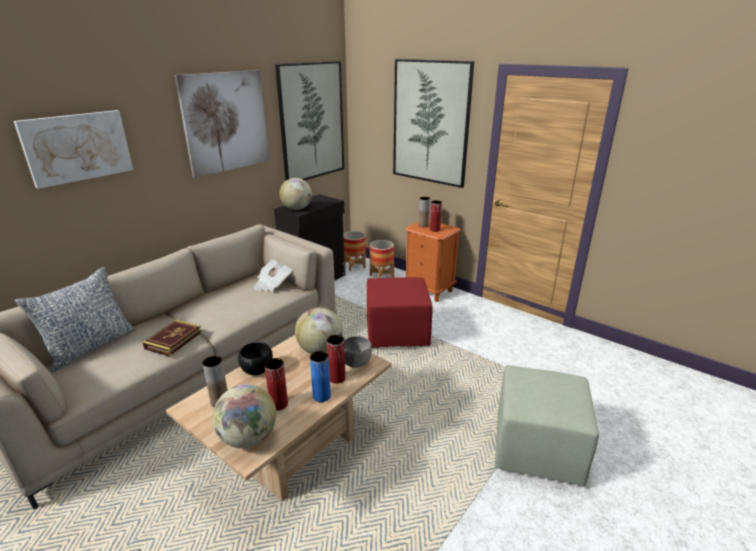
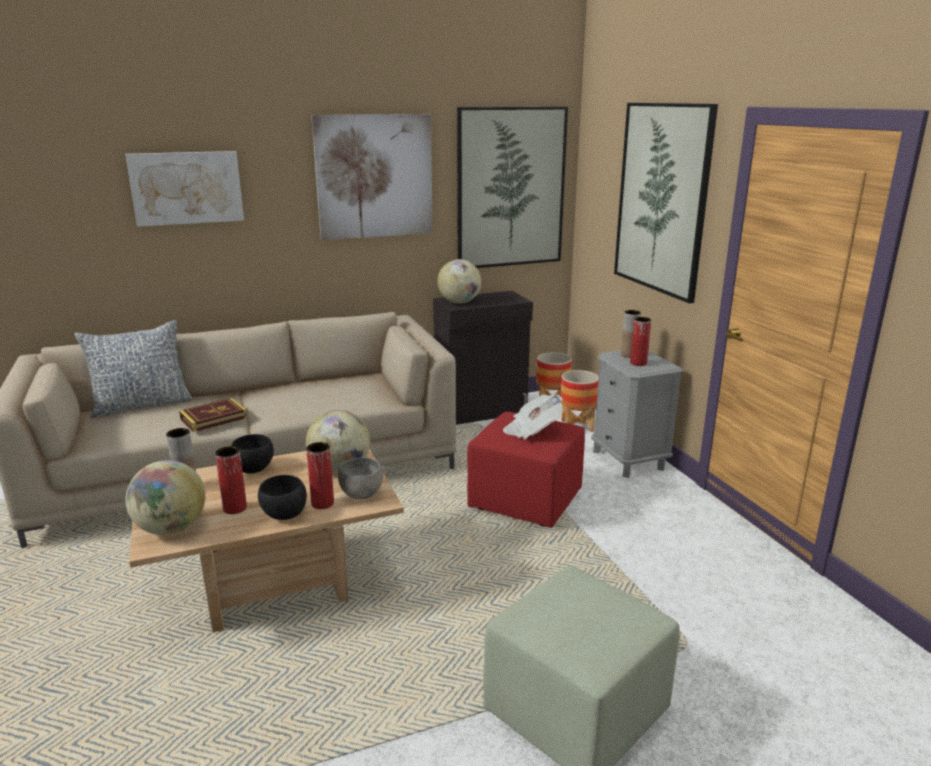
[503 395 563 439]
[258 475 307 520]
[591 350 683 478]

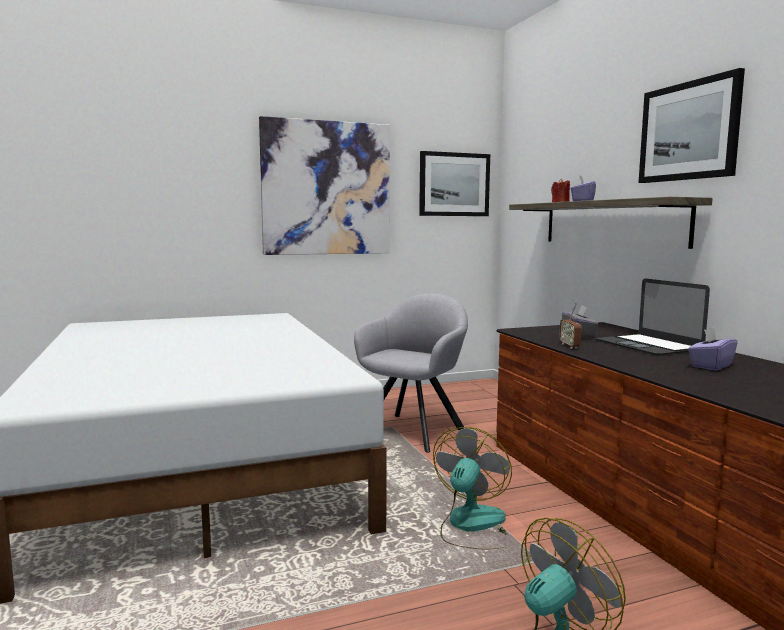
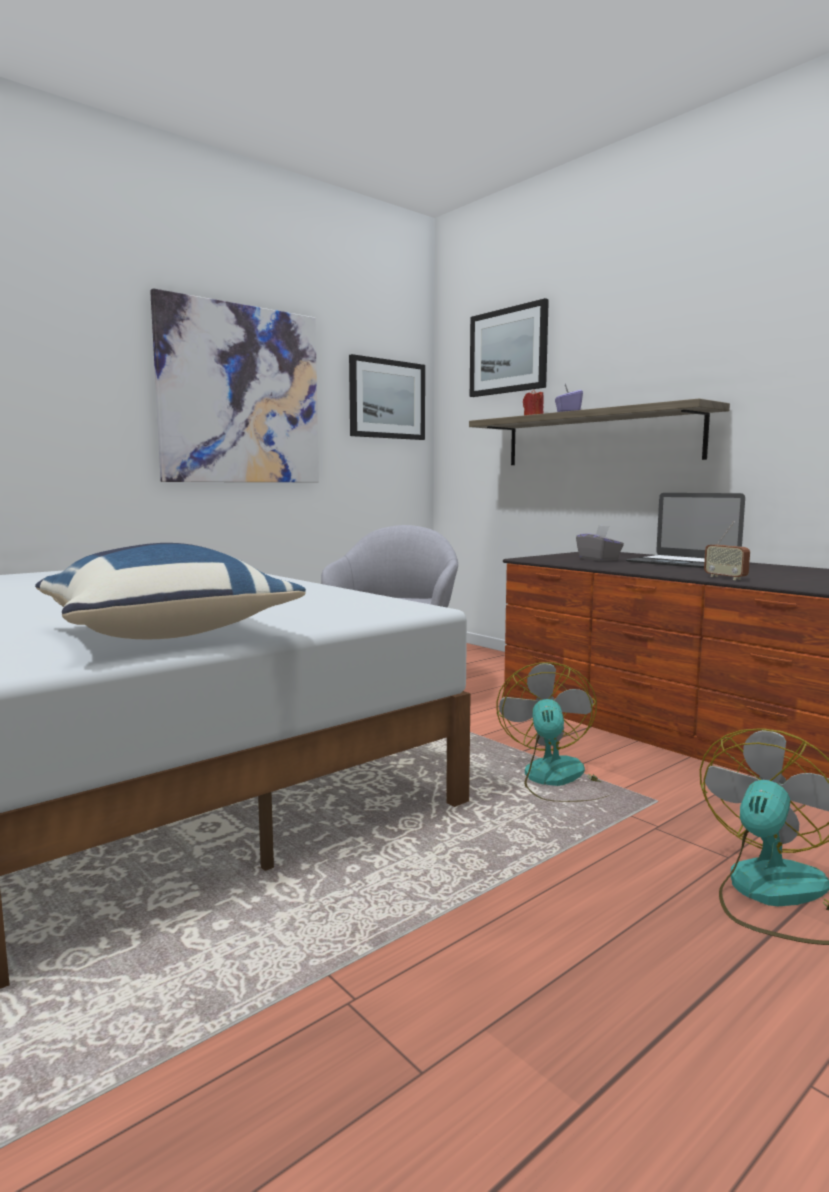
[688 327 738 371] (first image)
[35 543 306 639]
[704 521 750 580]
[470 298 549 397]

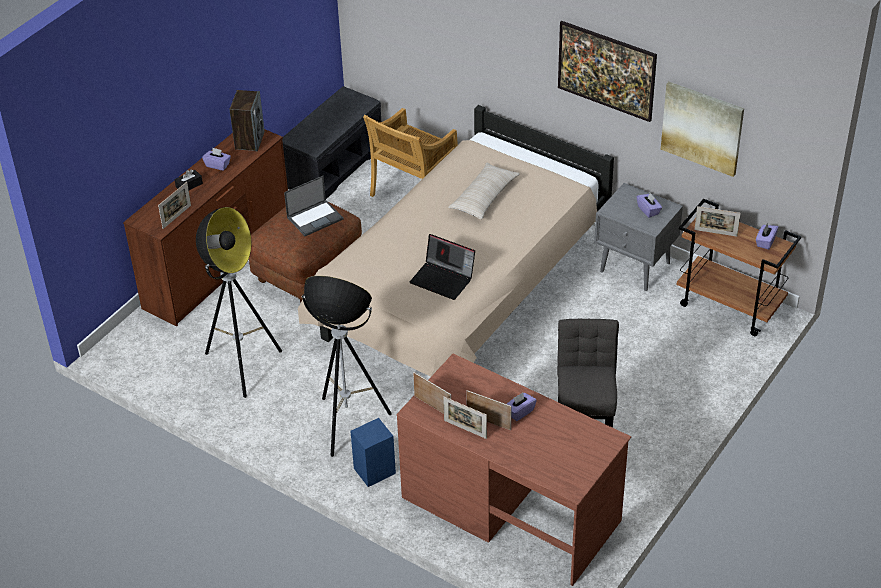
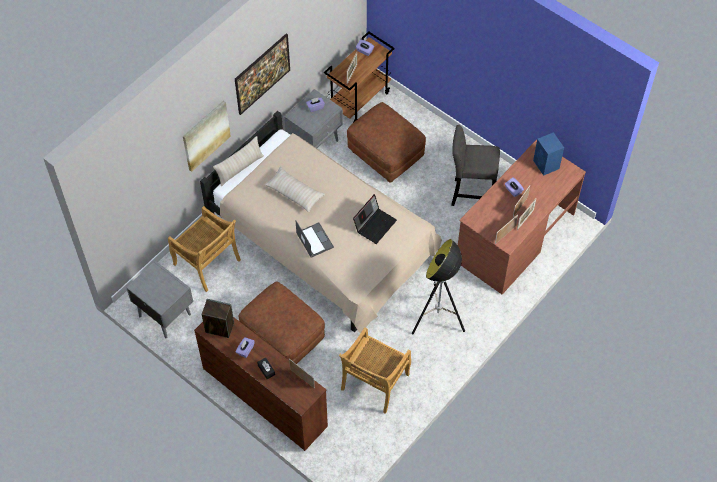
[213 136 264 186]
[347 102 426 183]
[295 220 334 258]
[533 132 564 176]
[183 101 231 172]
[339 327 411 414]
[126 261 193 338]

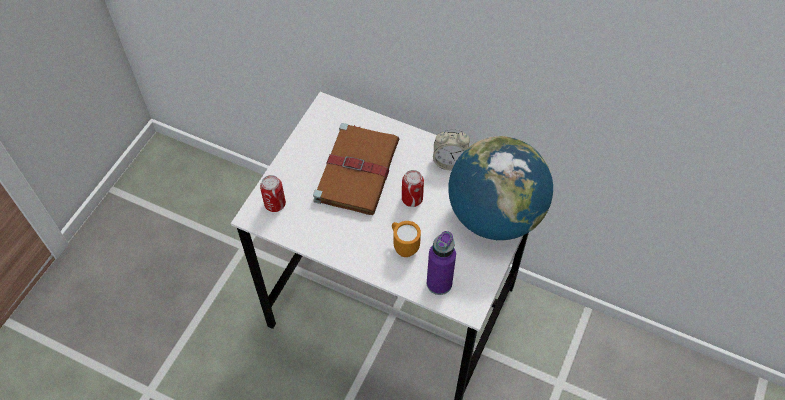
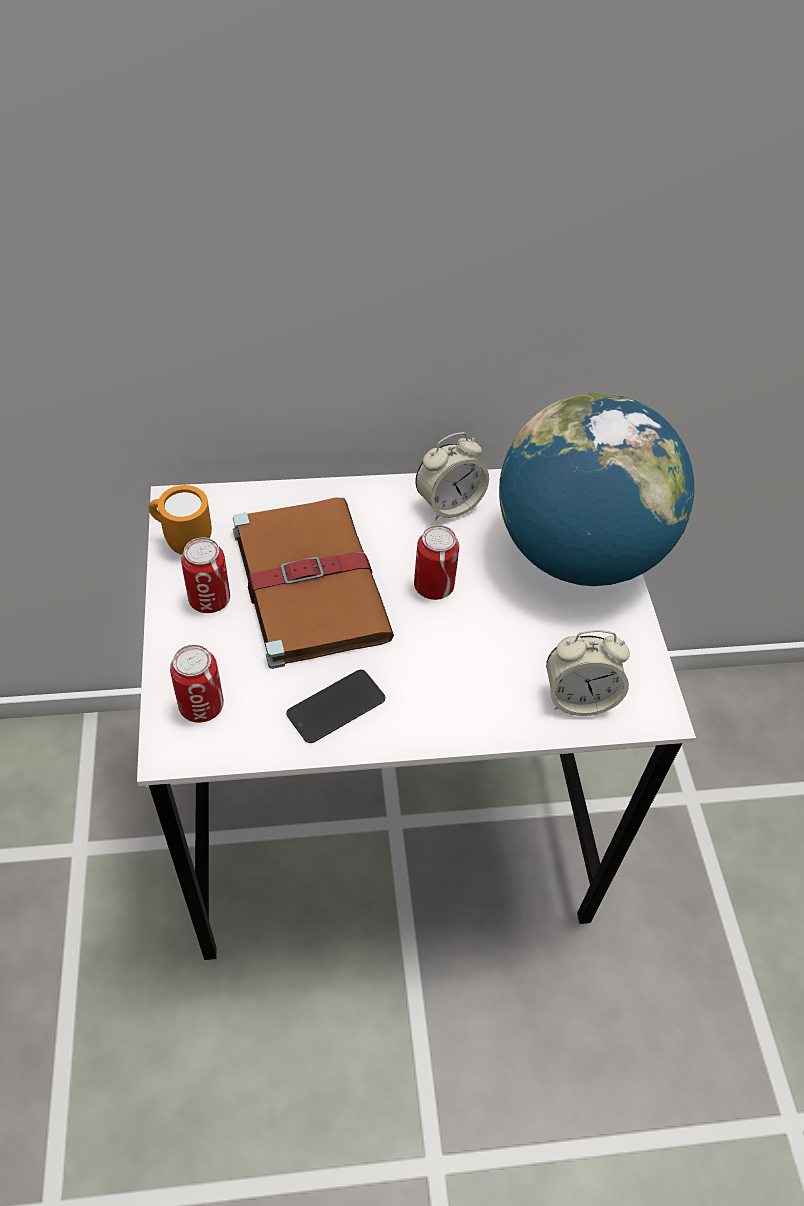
[181 537 230 613]
[286 670 385 743]
[148 485 212 555]
[546 630 630 716]

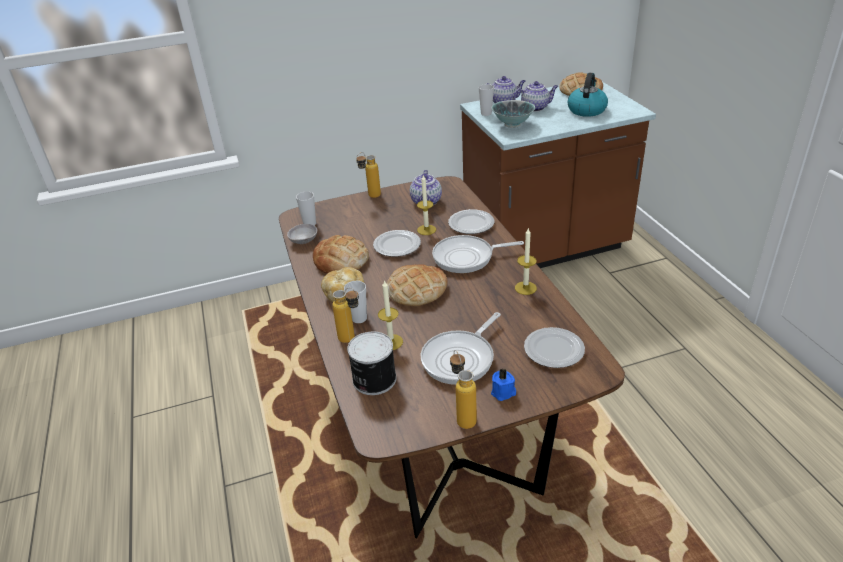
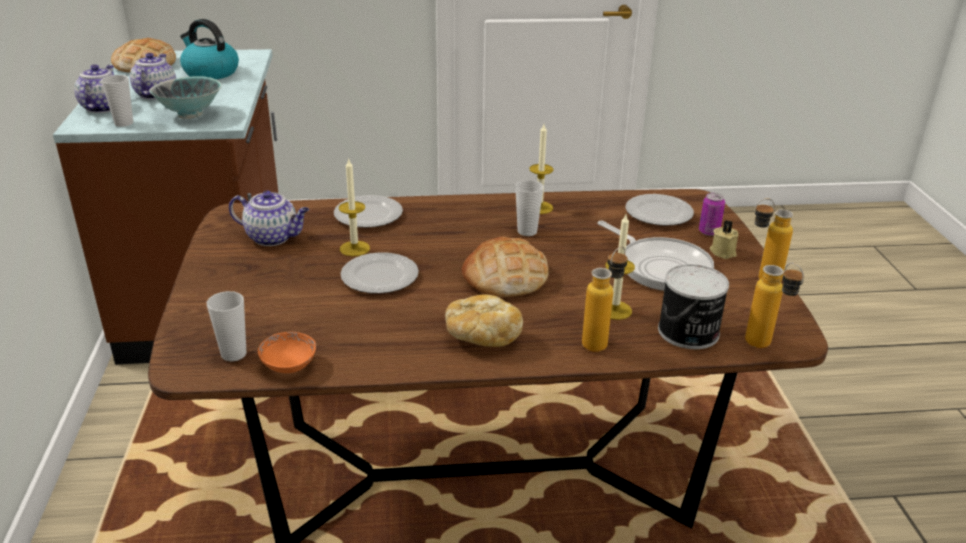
[313 235 369 274] (first image)
[432 235 524 273] (first image)
[699 193 725 236]
[515 180 544 236]
[745 263 804 348]
[258 332 316 373]
[710 220 738 259]

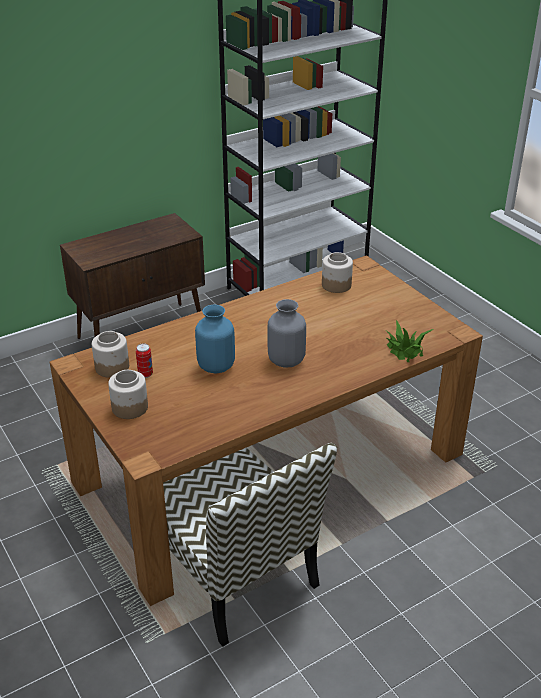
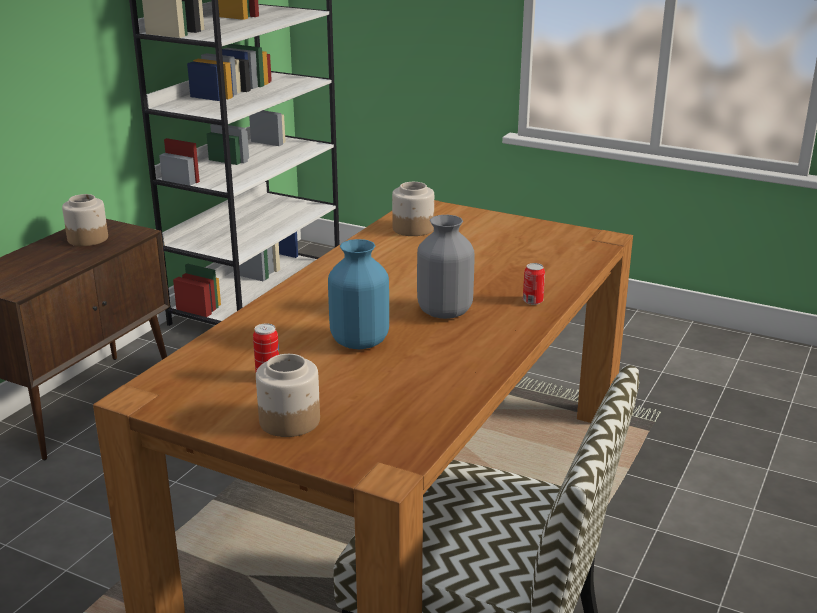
[387 320 434 362] (first image)
[523 263 545 305]
[62 194 108 246]

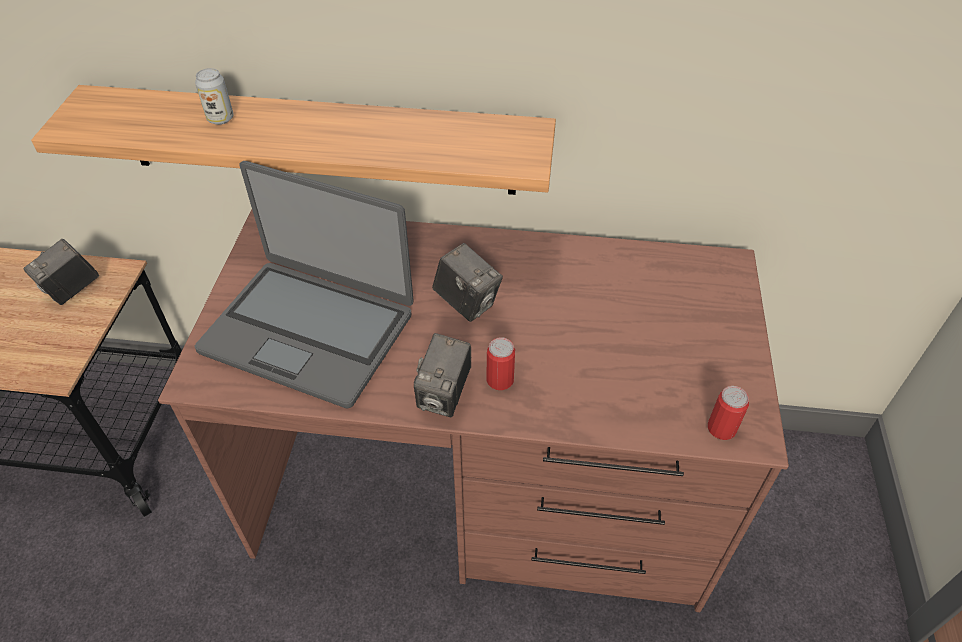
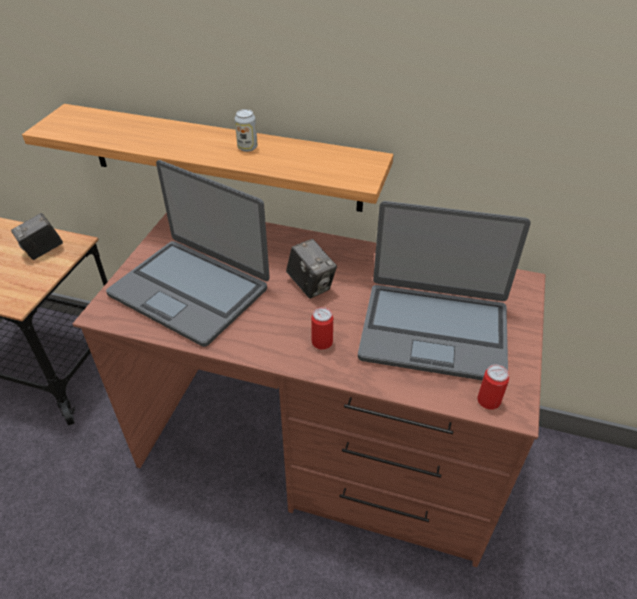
[414 333 471 418] (first image)
[358 201 531 380]
[235 109 257 152]

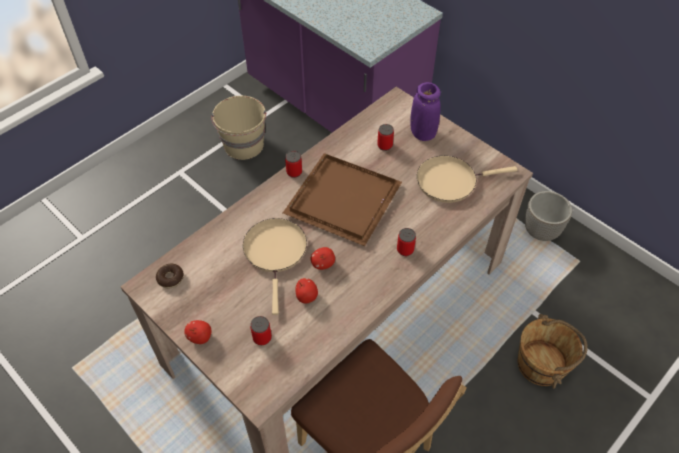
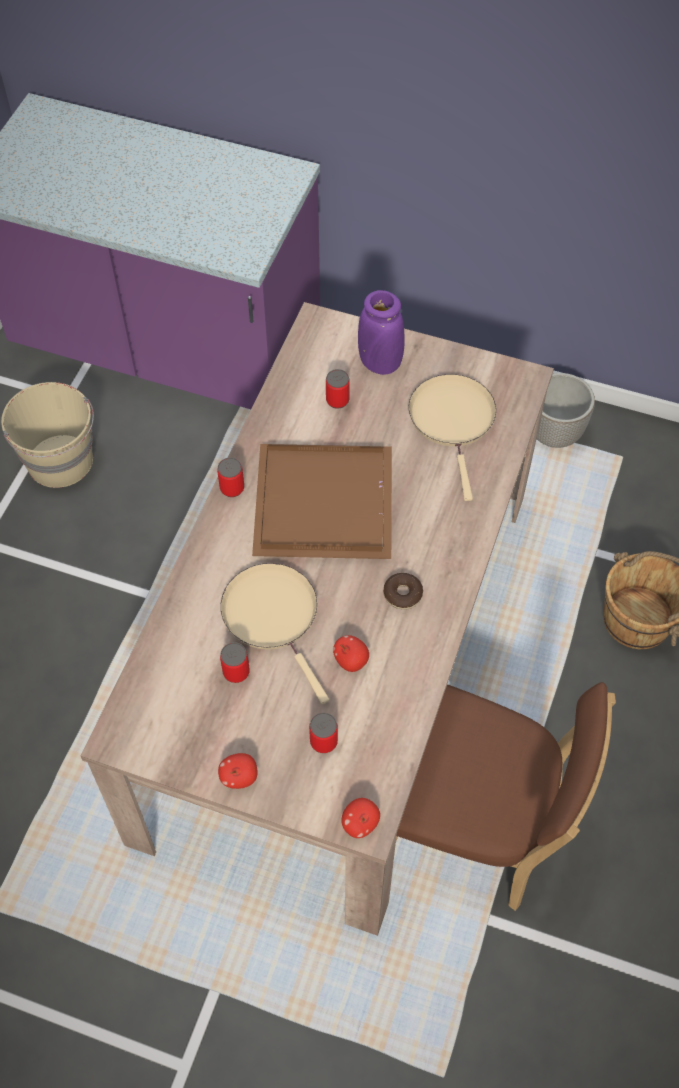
[383 573 423 610]
[341 798 380 838]
[220 642 250 683]
[408 374 496 501]

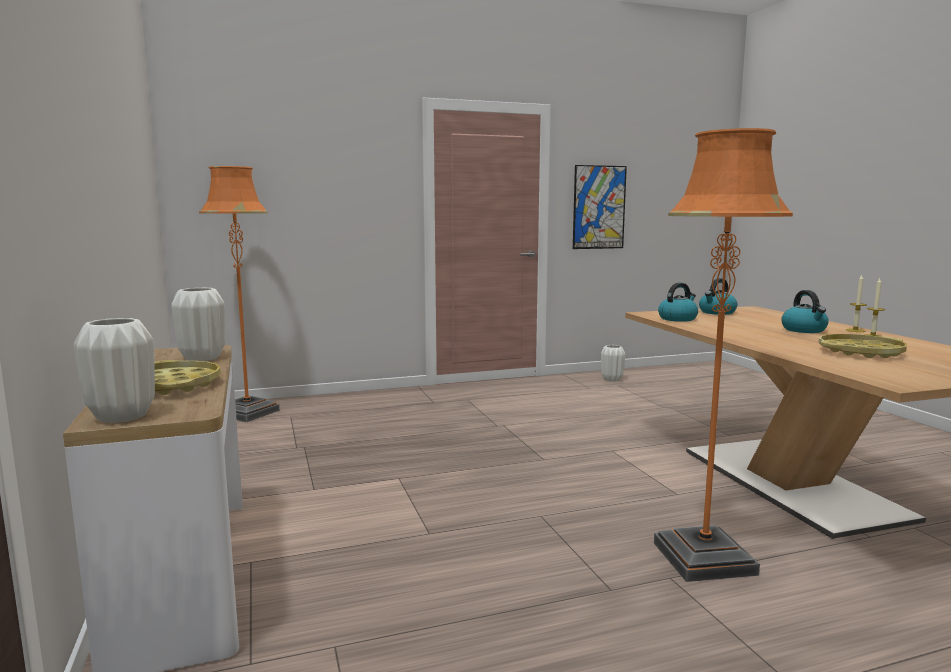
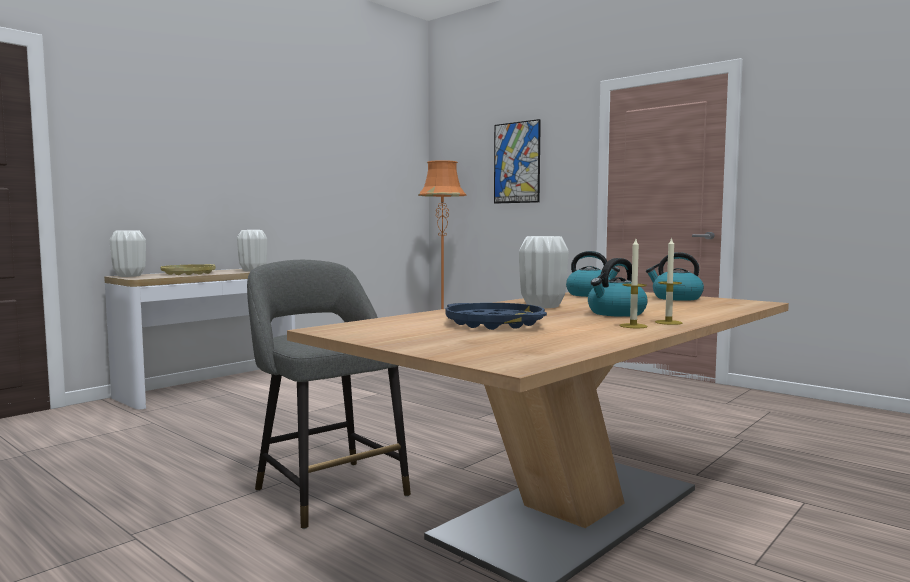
[494 119 541 204]
[519 236 568 308]
[247 260 411 529]
[445 303 547 330]

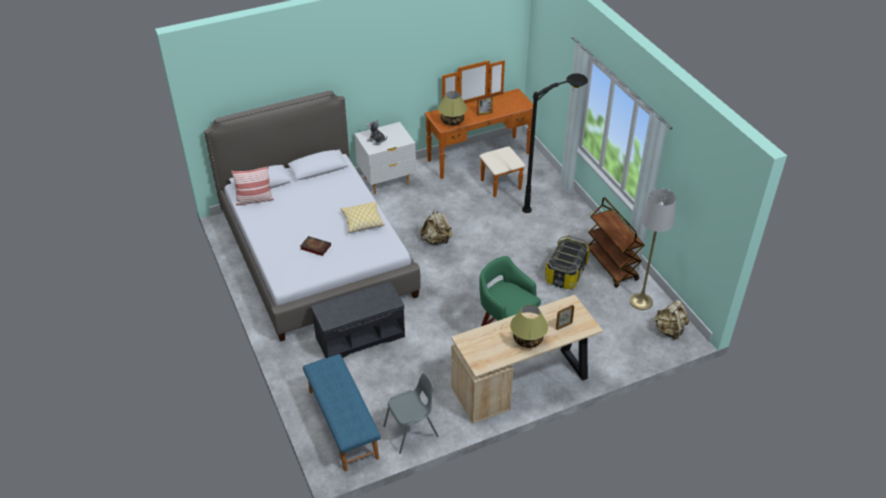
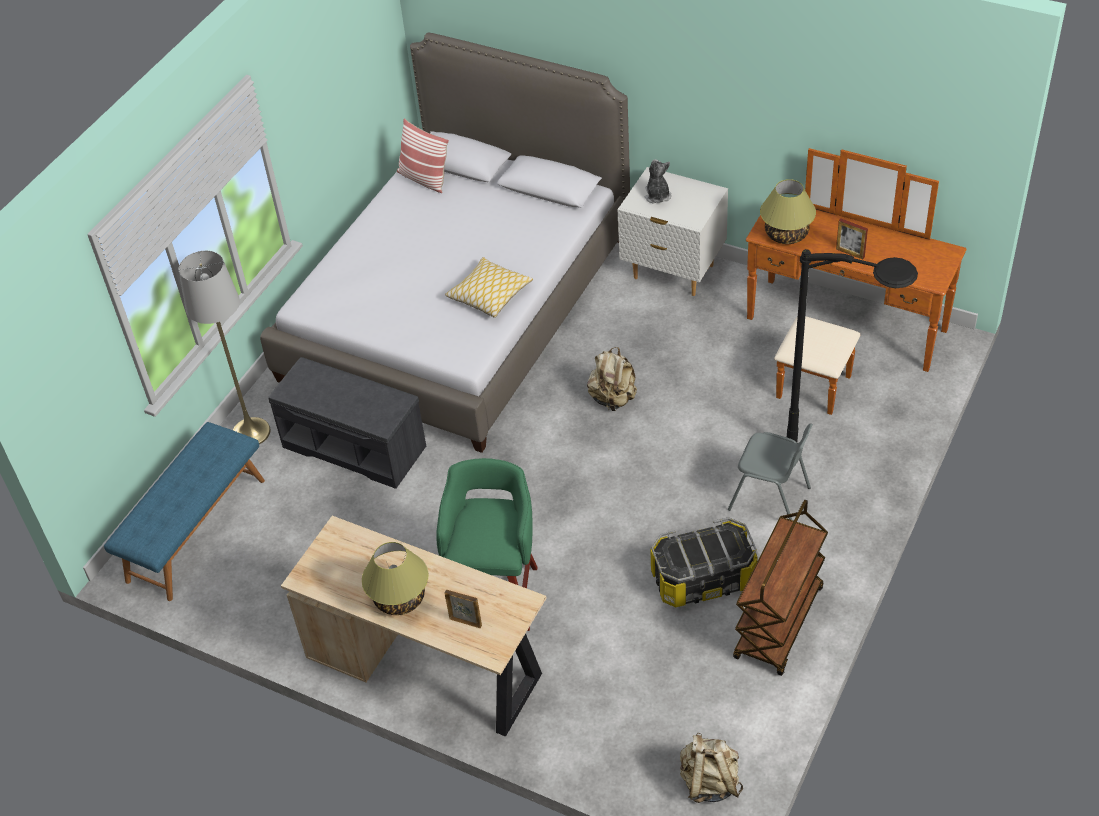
[300 236 331 256] (first image)
[728 423 813 520]
[178 251 270 444]

